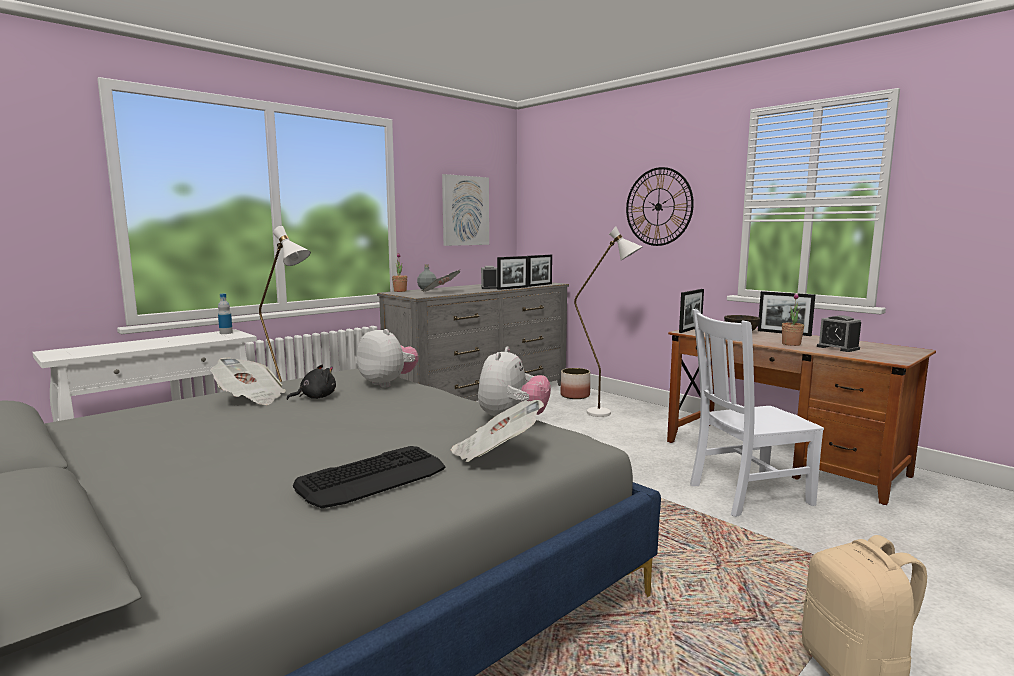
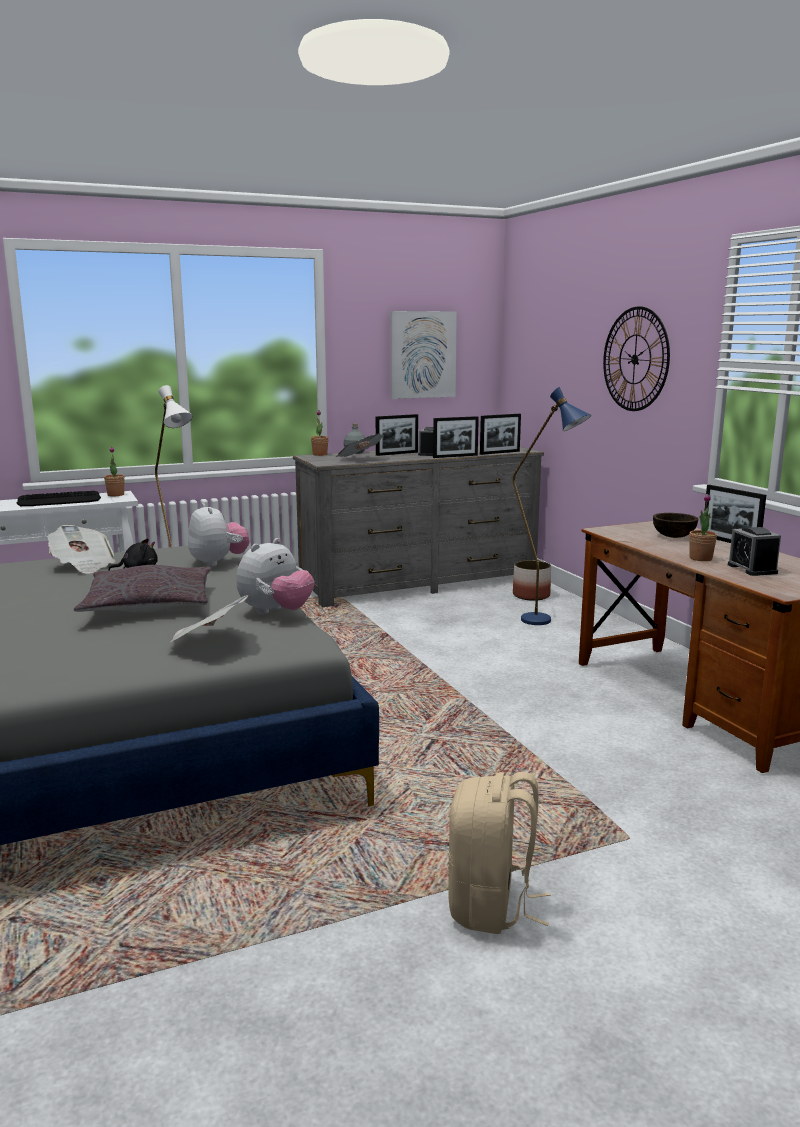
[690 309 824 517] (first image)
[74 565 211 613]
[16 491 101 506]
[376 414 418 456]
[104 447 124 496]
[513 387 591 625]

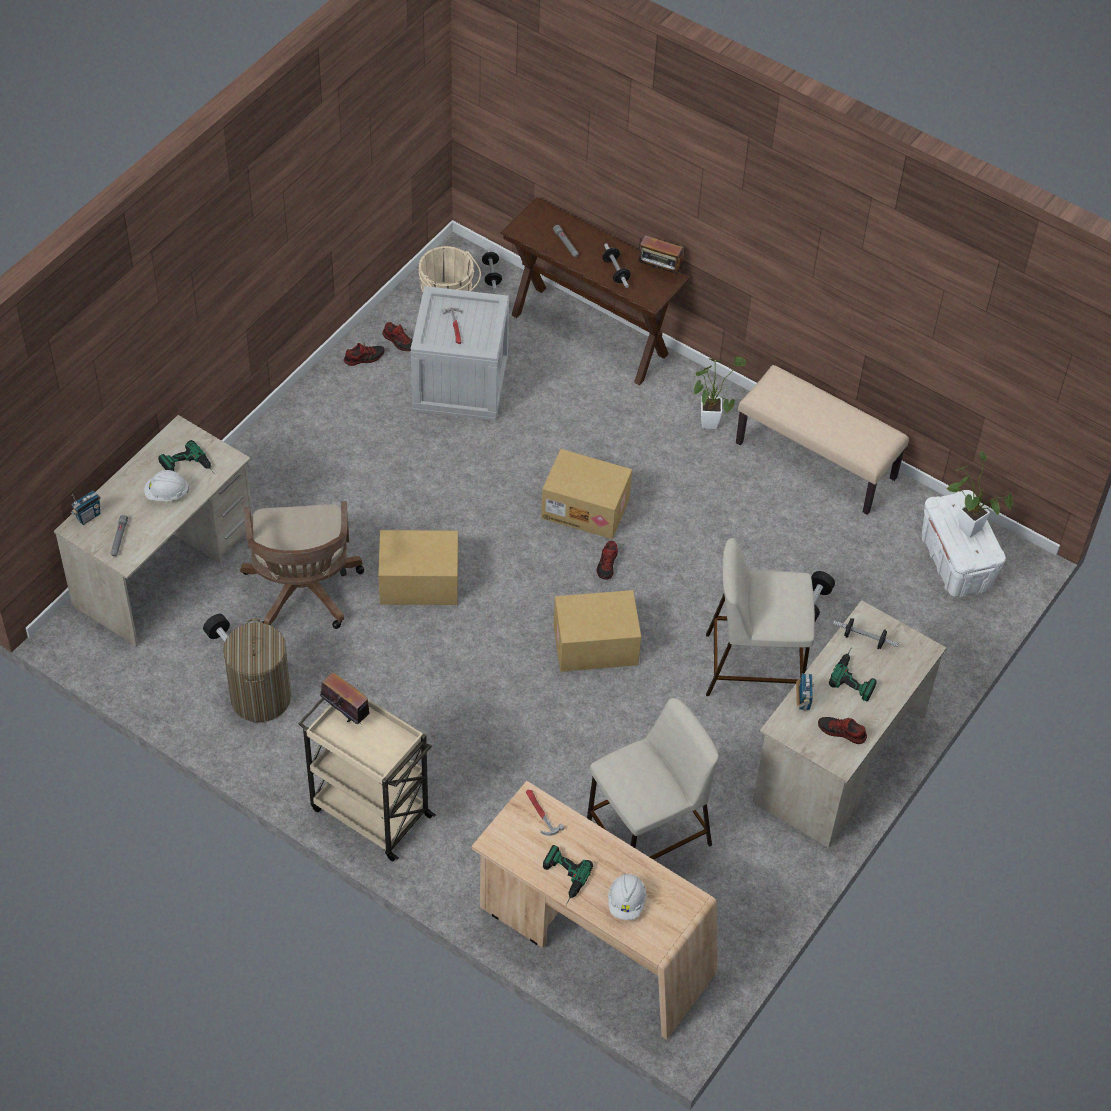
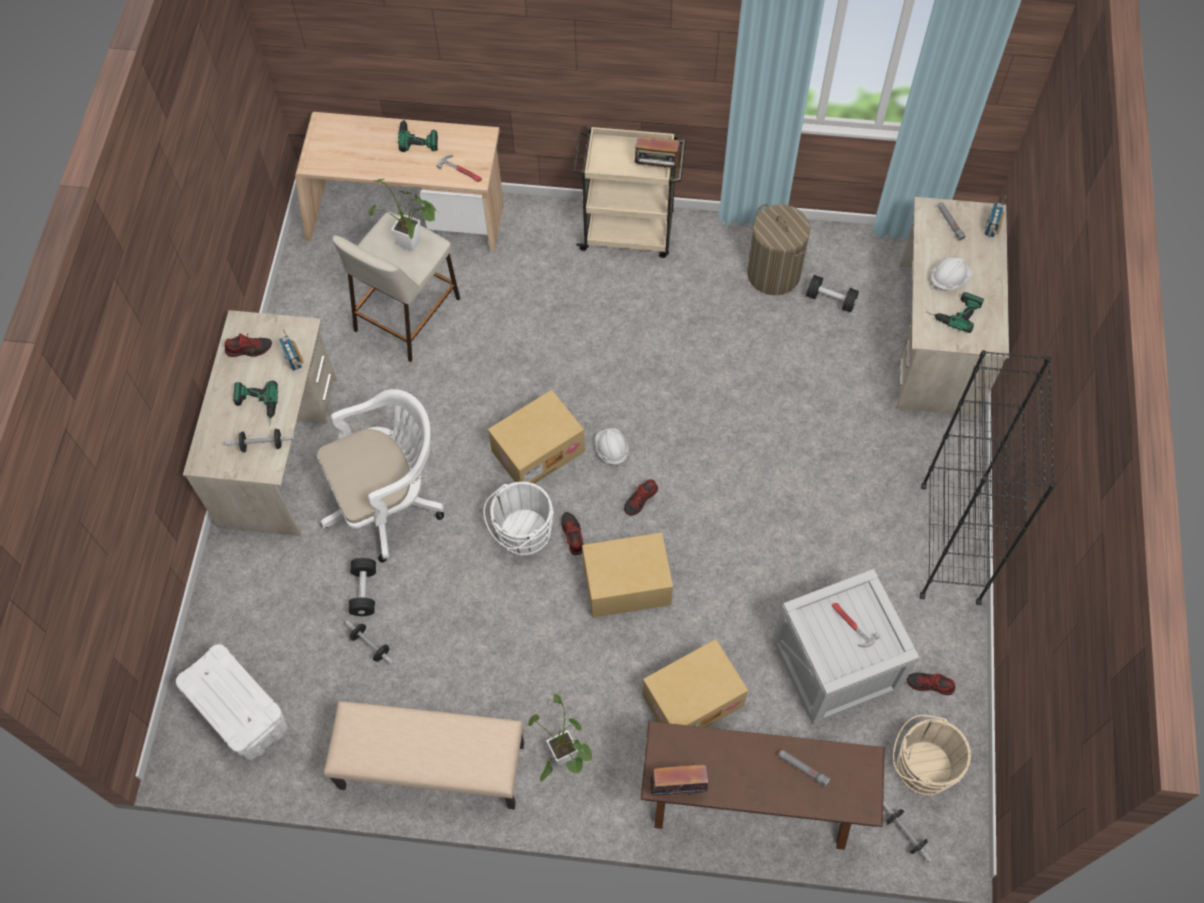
[240 501 364 629] (first image)
[483 482 554 556]
[920 350 1056 605]
[624 479 658 516]
[642 639 748 727]
[345 620 394 665]
[595 428 629 466]
[368 179 437 251]
[317 389 444 562]

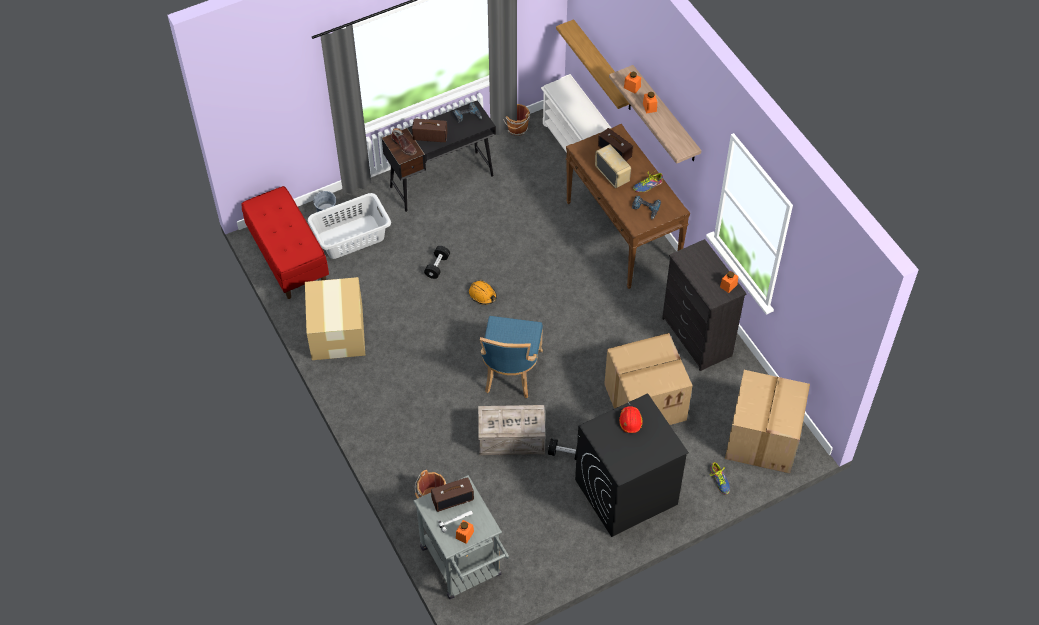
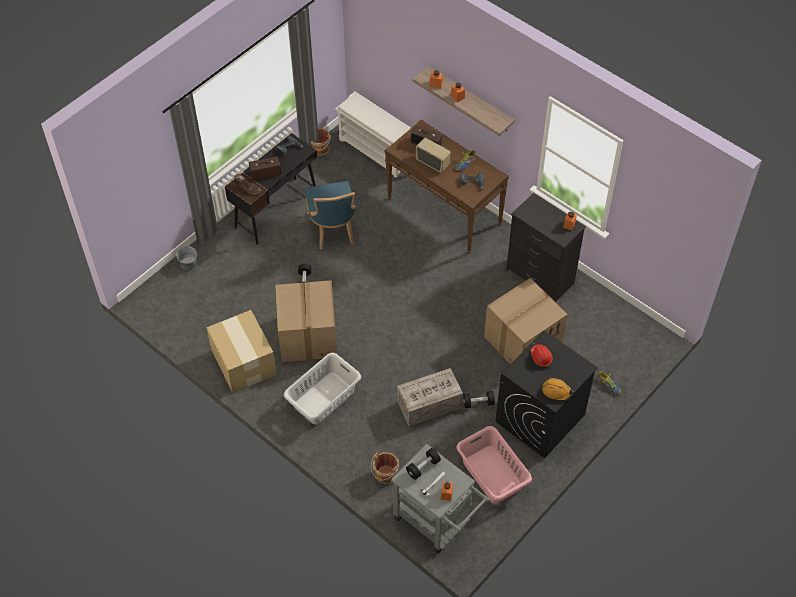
[242 186 329 299] (first image)
[556 19 631 110] (first image)
[456 426 532 504]
[284 353 361 425]
[542 377 574 401]
[305 181 356 250]
[275 280 337 362]
[406 448 441 480]

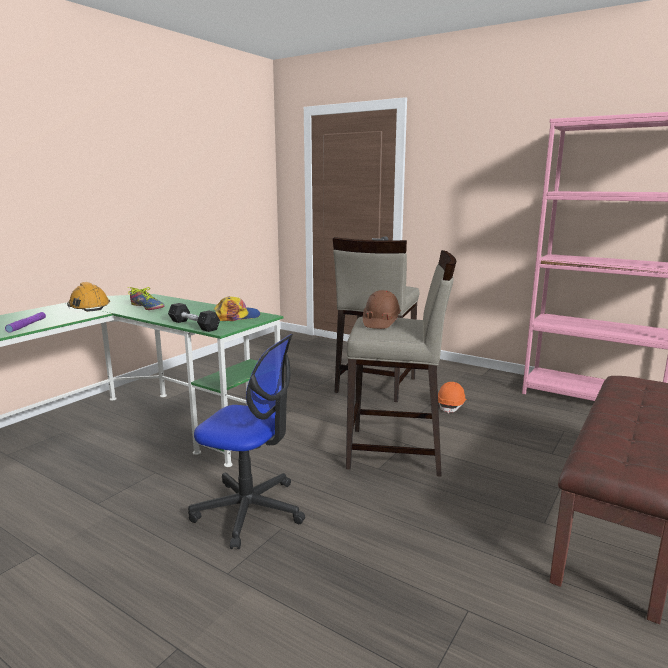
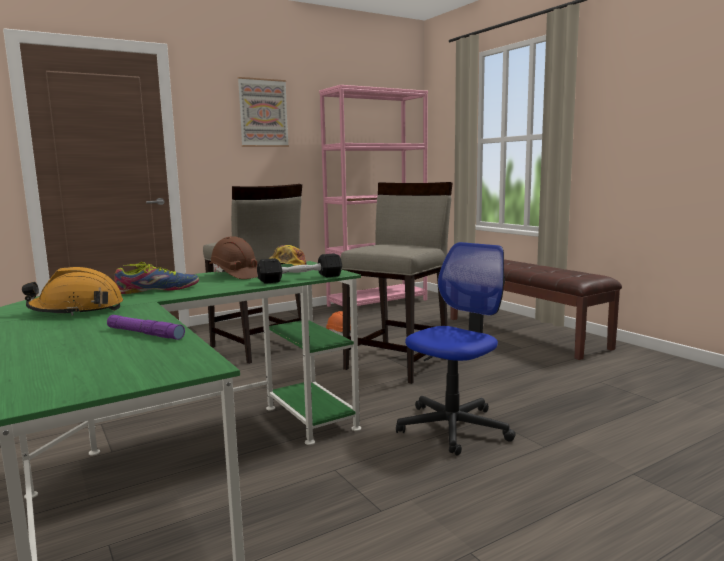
[238 77 289 147]
[209 236 258 279]

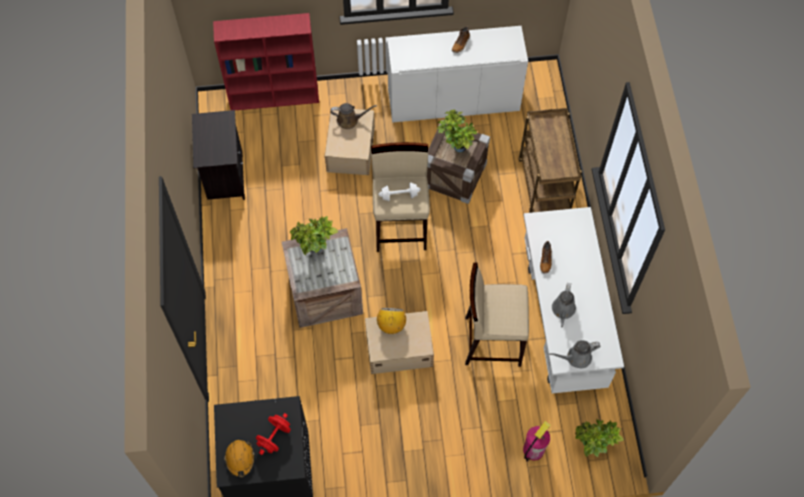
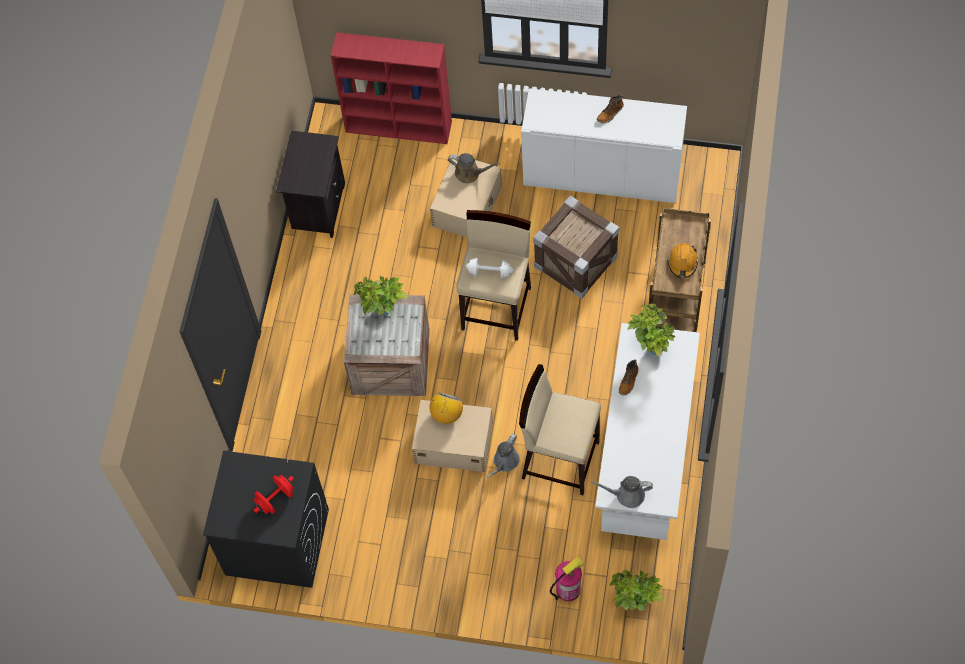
[668 243 698 278]
[628 304 676 357]
[487 434 520 478]

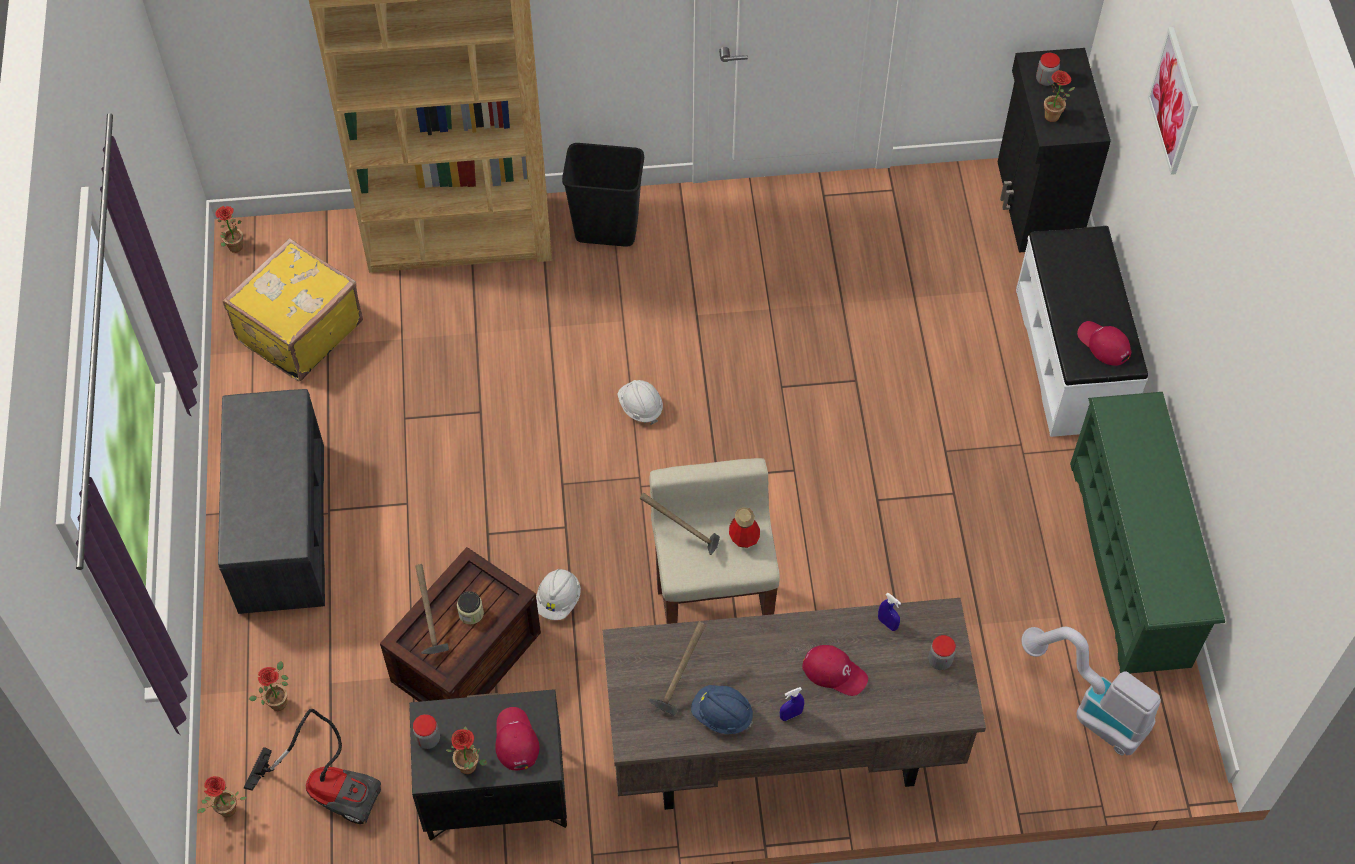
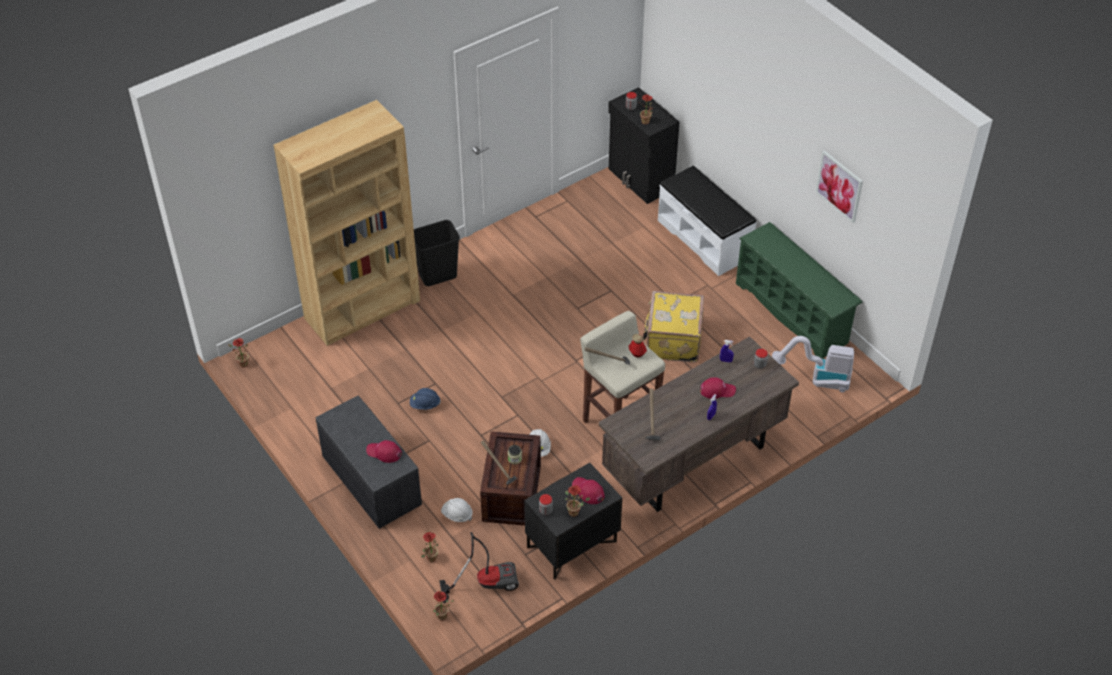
[643 291 704 362]
[441 498 473 522]
[410 388 441 410]
[366 440 402 463]
[815 150 863 223]

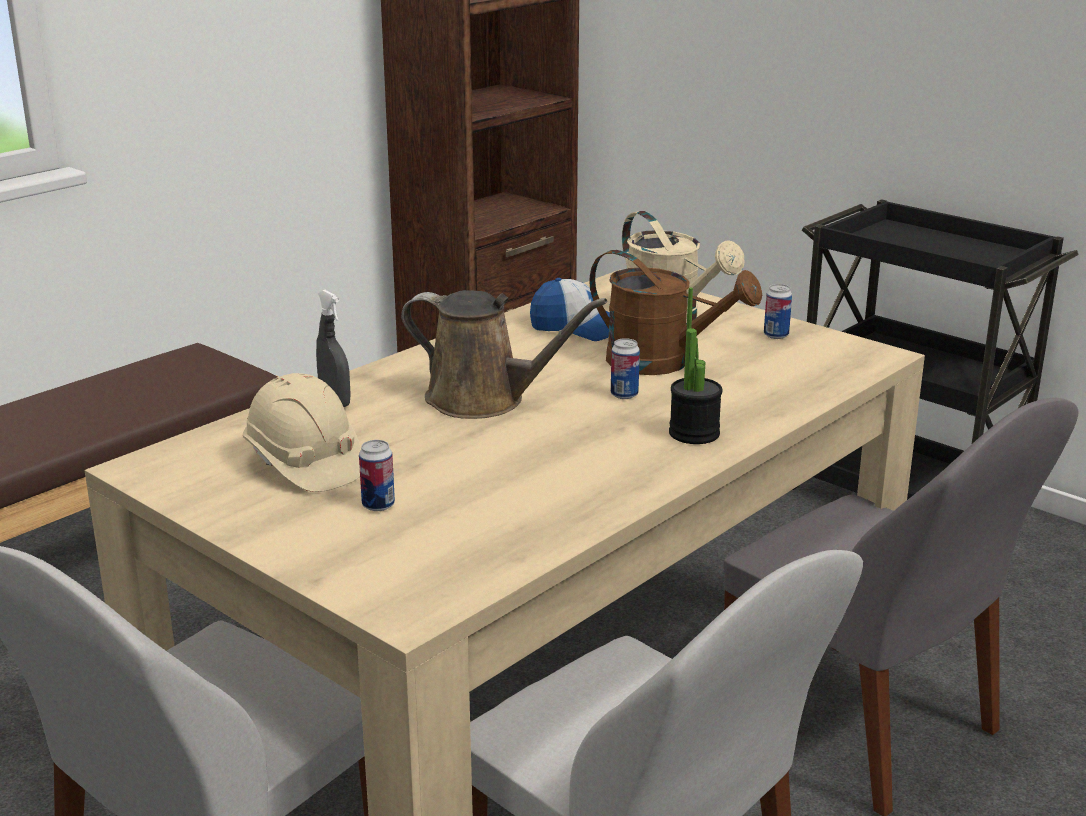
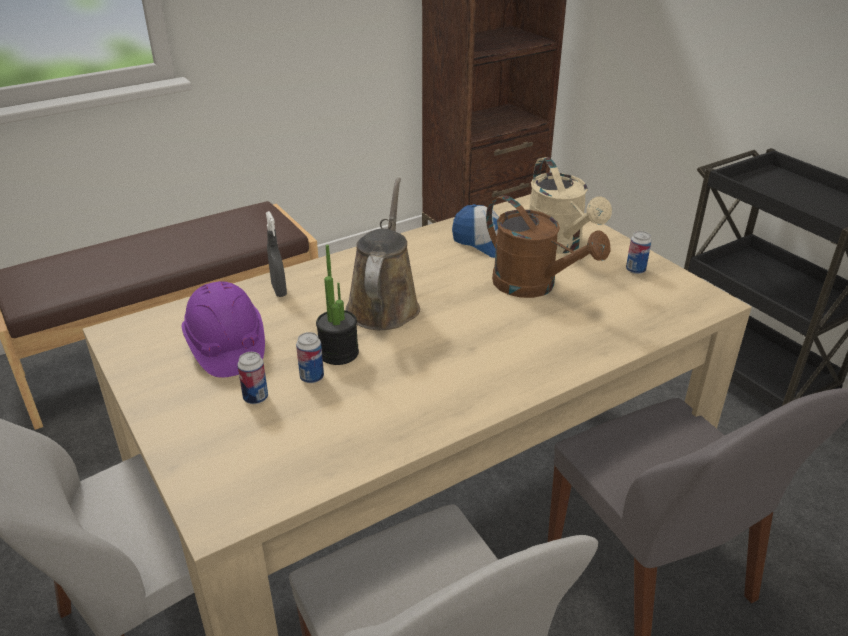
[296 332 324 383]
[316 245 359 365]
[182 281 265 378]
[345 178 420 330]

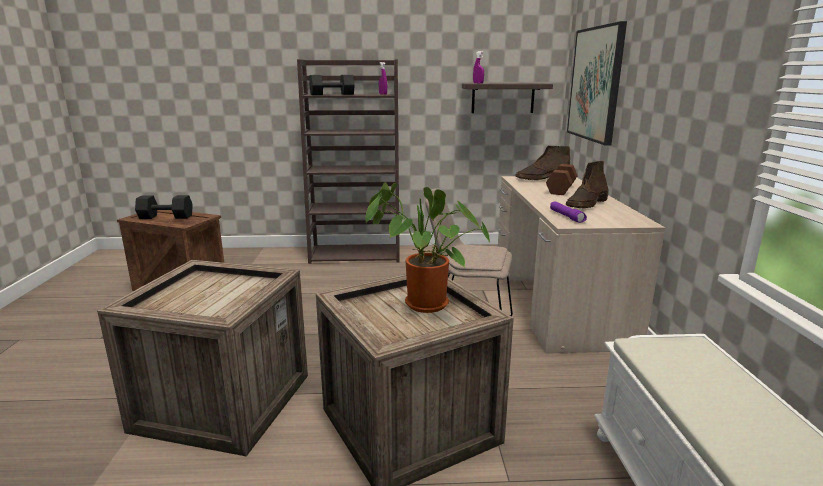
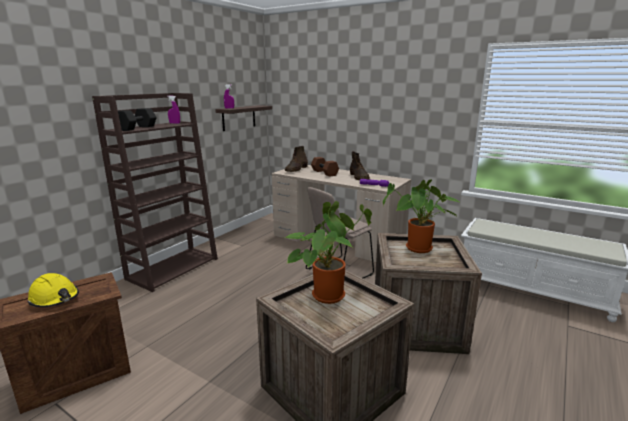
[567 21 627 146] (first image)
[285 201 372 304]
[28 273 79 308]

